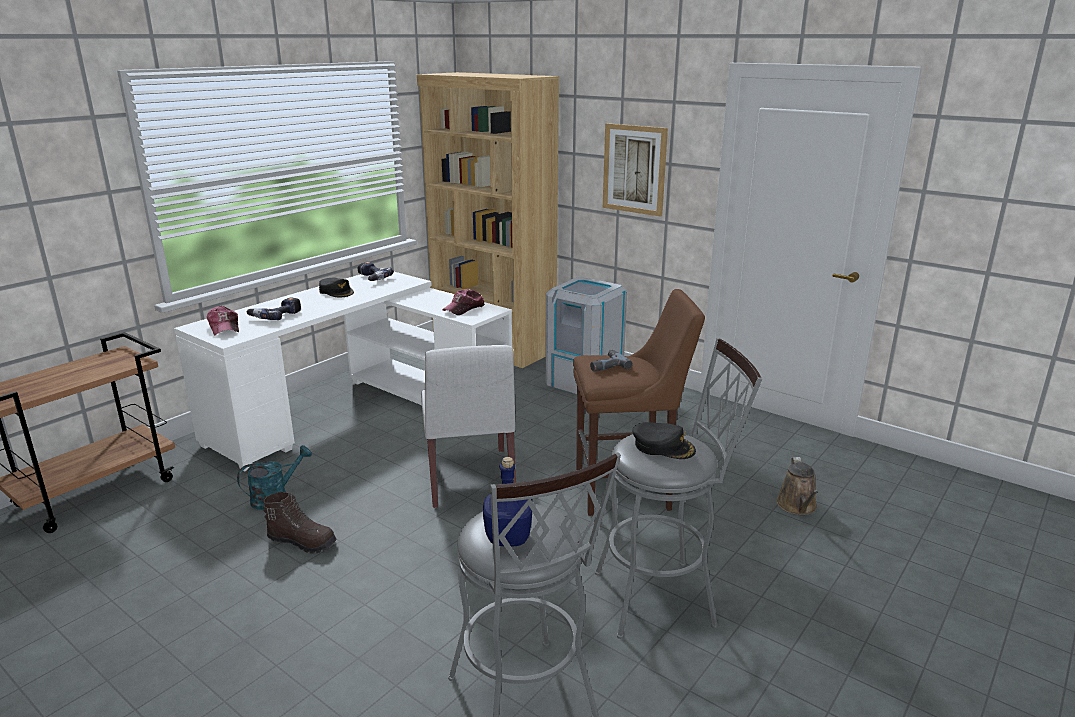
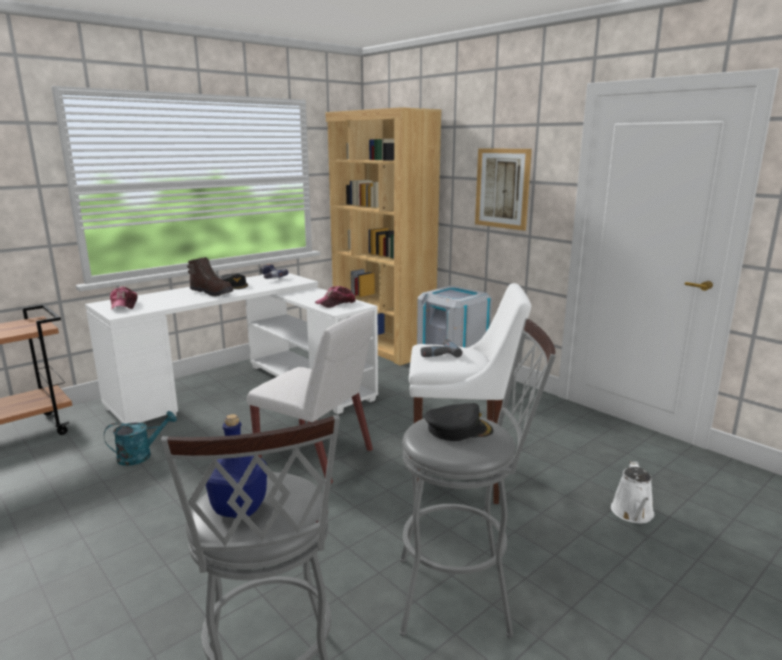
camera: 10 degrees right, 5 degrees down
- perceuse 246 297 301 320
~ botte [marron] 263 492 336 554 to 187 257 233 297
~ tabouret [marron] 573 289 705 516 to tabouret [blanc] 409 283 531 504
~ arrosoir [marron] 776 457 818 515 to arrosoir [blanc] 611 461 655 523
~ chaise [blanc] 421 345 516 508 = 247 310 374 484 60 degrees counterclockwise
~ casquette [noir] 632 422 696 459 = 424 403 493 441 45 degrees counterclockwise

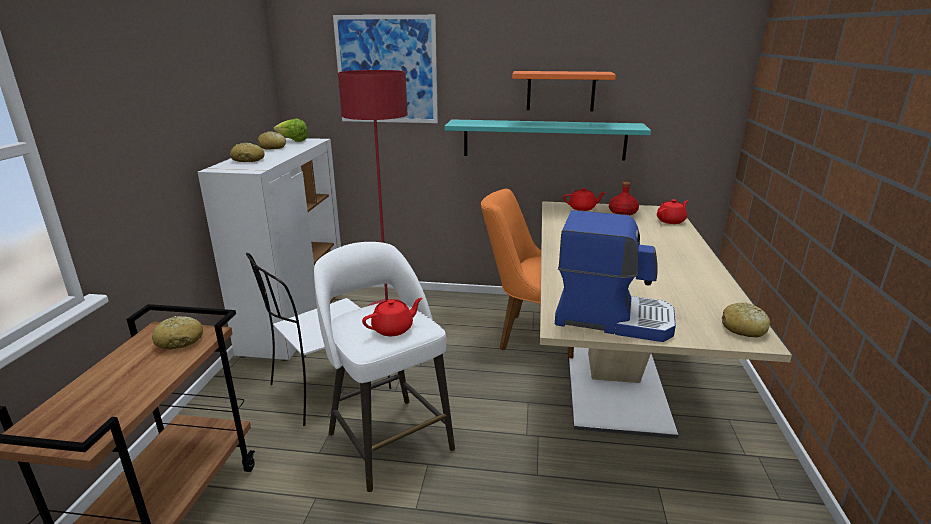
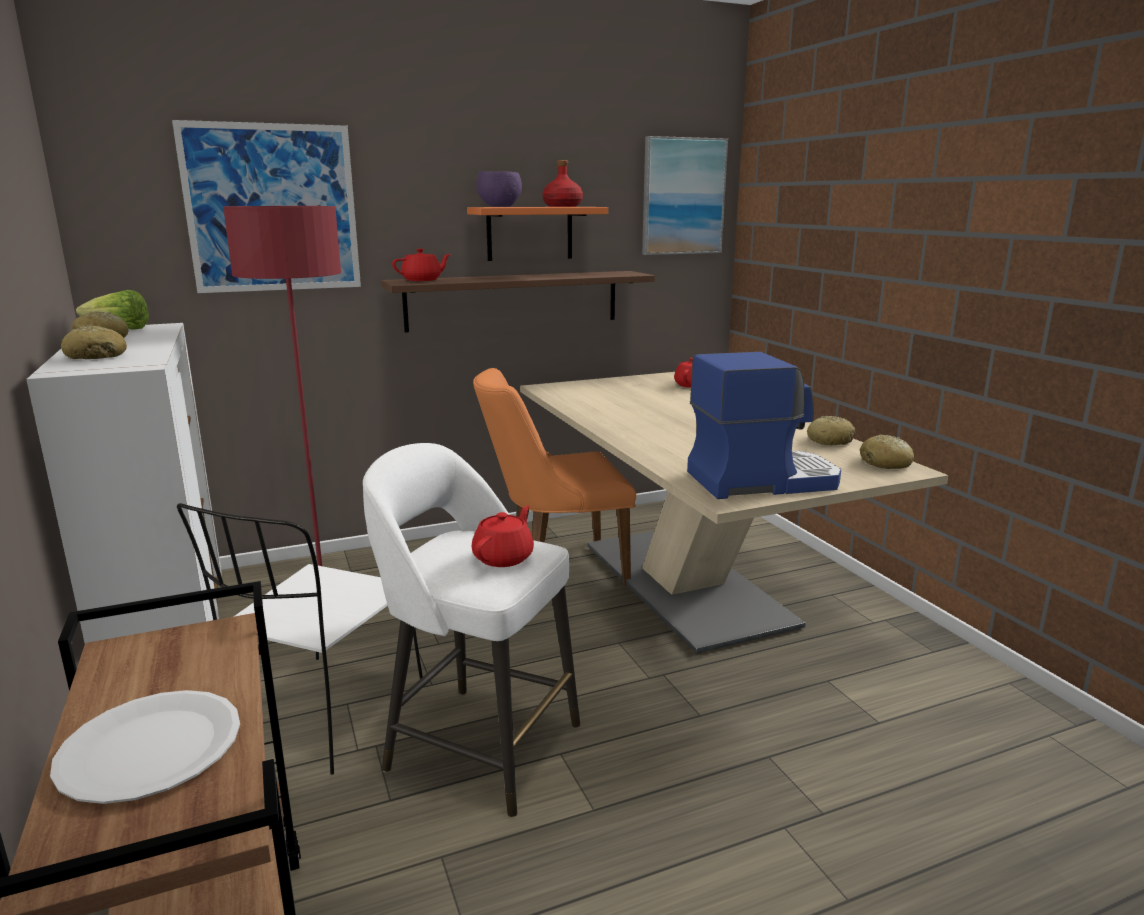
camera: 30 degrees left, 5 degrees down
+ assiette [blanc] 50 690 240 804
+ bol [violet] 476 171 522 207
+ tableau 642 136 728 255
~ pain 152 316 203 350 to 807 416 855 445
~ théière [rouge] 563 188 606 211 to 392 248 451 281
~ bouteille [rouge] 609 182 639 216 to 543 160 583 207
~ étagère [turquoise] 445 119 651 161 to étagère [marron] 381 271 655 333

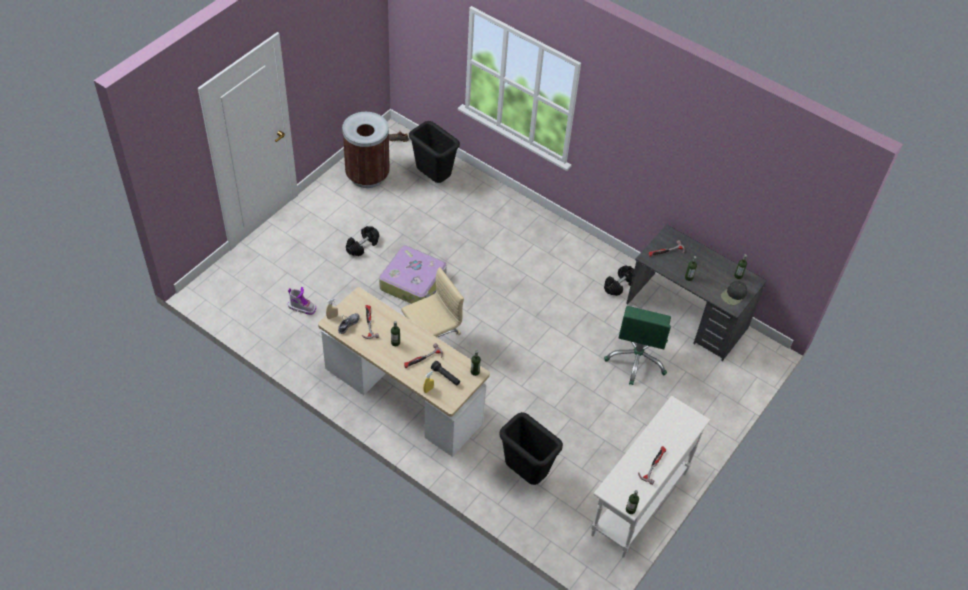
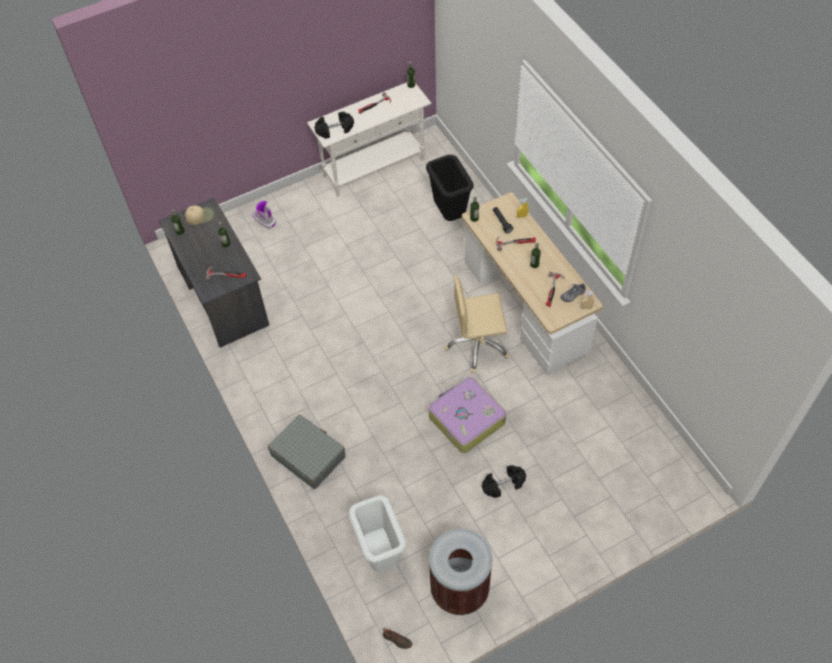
camera: 150 degrees left, 5 degrees up
- chaise de bureau [vert] 604 306 671 385
+ valise [gris] 268 415 346 489
~ botte 288 287 316 315 to 253 201 276 229
~ haltère [noir] 604 266 634 296 to 314 111 354 139
~ poubelle [noir] 409 121 460 183 to poubelle [blanc] 349 495 406 573
~ casquette [noir] 721 281 747 305 to casquette [beige] 185 206 214 225

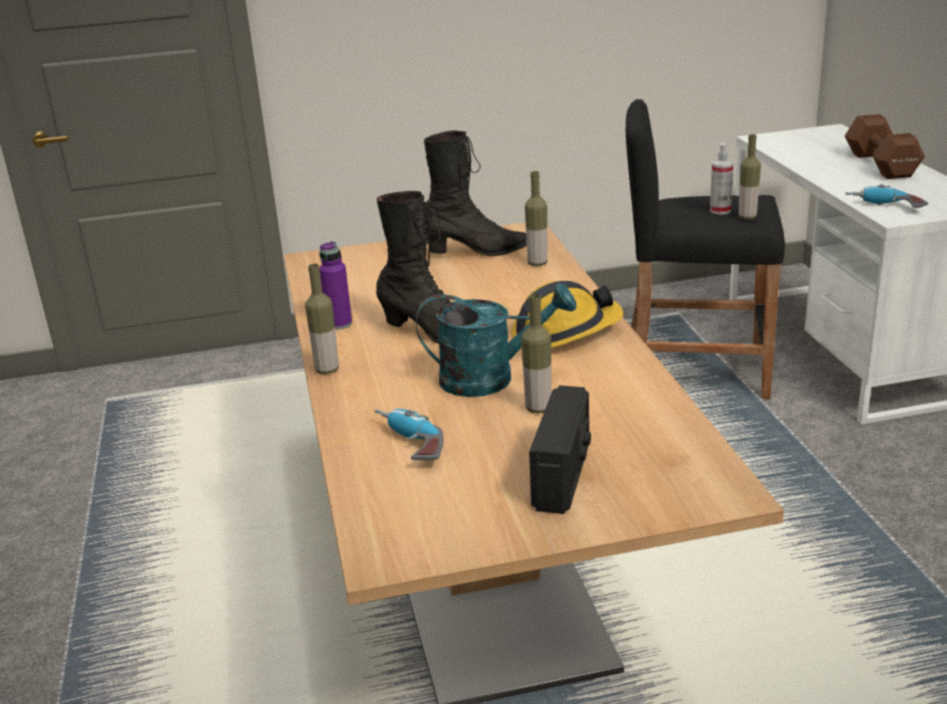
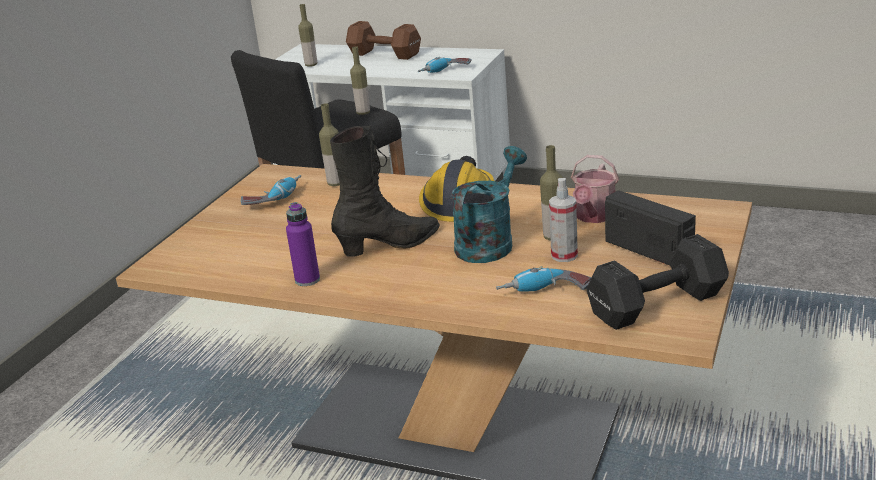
camera: 55 degrees left, 0 degrees up
+ arrosoir 571 155 619 223
+ haltère [noir] 586 234 729 330
~ bouteille 305 264 339 374 to 298 4 317 67
~ vaporisateur 710 143 734 215 to 549 178 578 262
~ botte [noir] 424 130 527 256 to perceuse 241 175 301 205

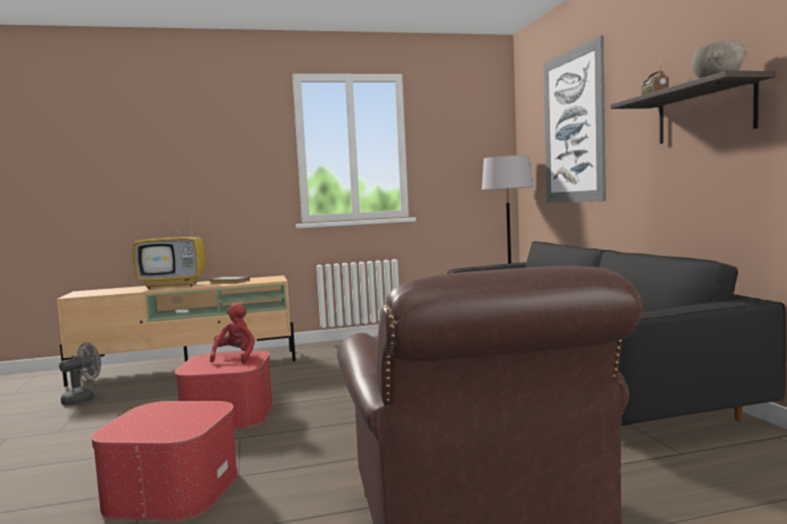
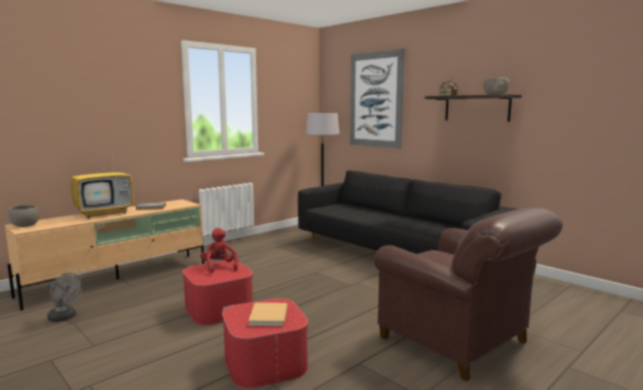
camera: 30 degrees left, 5 degrees up
+ bol [gris] 7 205 40 227
+ livre [beige] 248 303 287 326
~ ventilateur [gris] 59 342 101 405 = 47 273 83 322 105 degrees clockwise

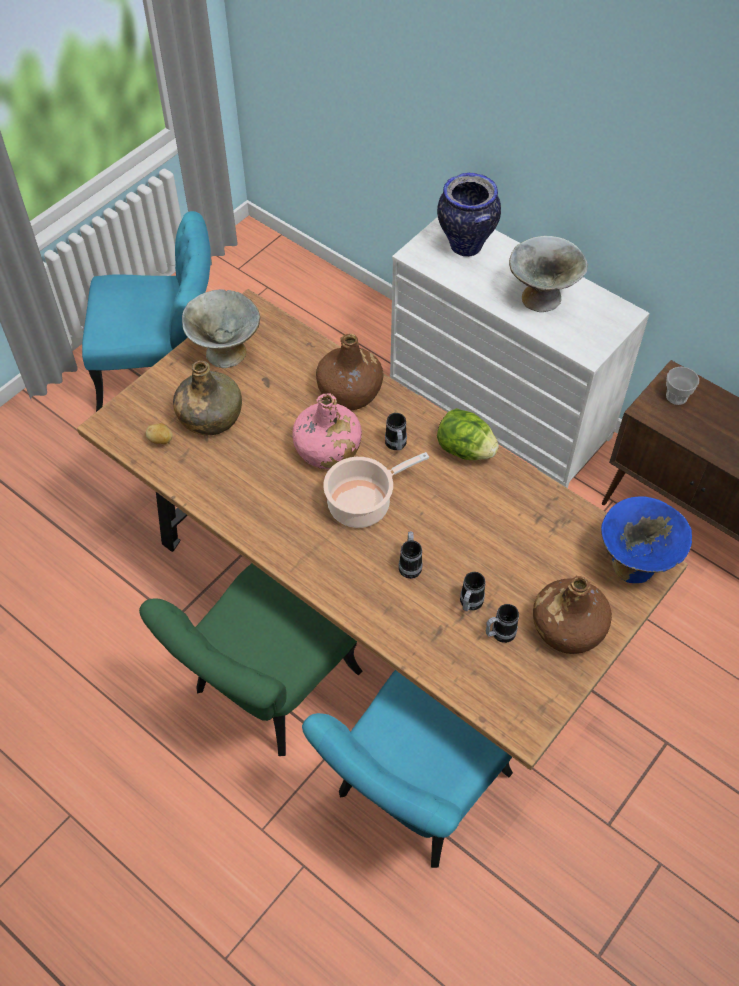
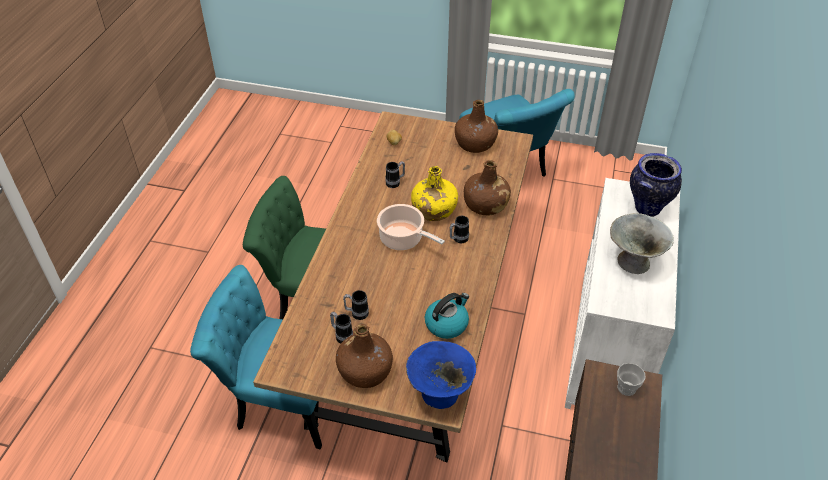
camera: 65 degrees right, 10 degrees down
- bouteille [vert] 173 361 242 435
- laitue 437 408 499 460
+ bouilloire 425 293 469 339
~ mug 399 531 423 579 to 385 161 405 188
~ bol [gris] 182 289 260 368 to bouteille [marron] 455 100 498 153
~ bouteille [rose] 292 393 362 469 to bouteille [jaune] 411 166 458 221

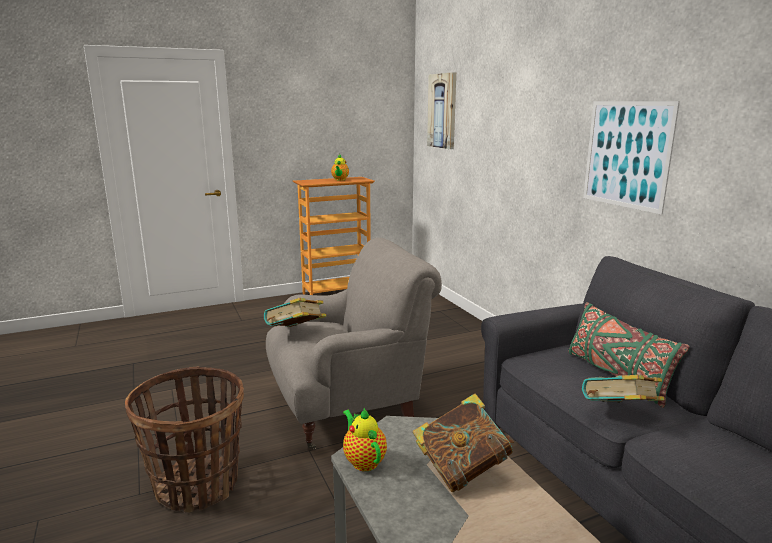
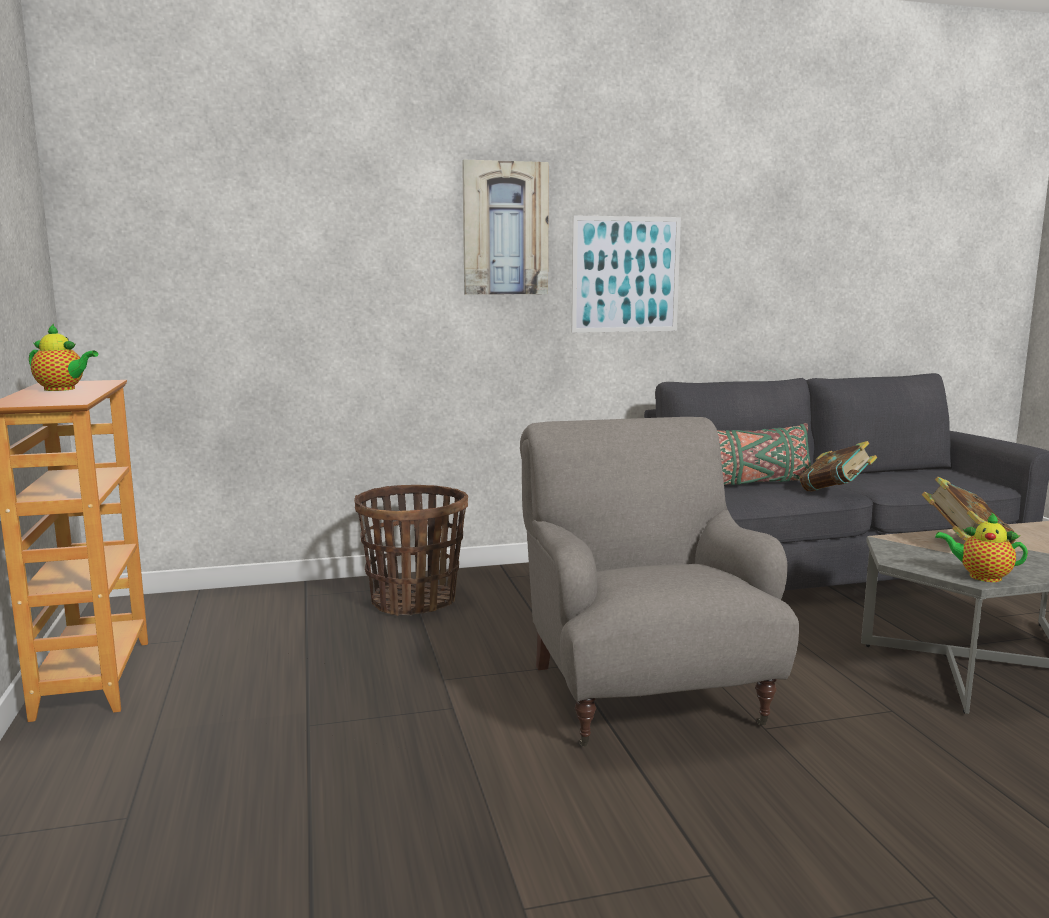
camera: 80 degrees left, 5 degrees down
- livre 264 298 326 327
~ panier 125 366 244 513 to 354 485 468 616
~ tableau 427 72 456 149 to 462 160 549 295
~ théière 343 408 387 471 = 935 512 1028 582 45 degrees clockwise

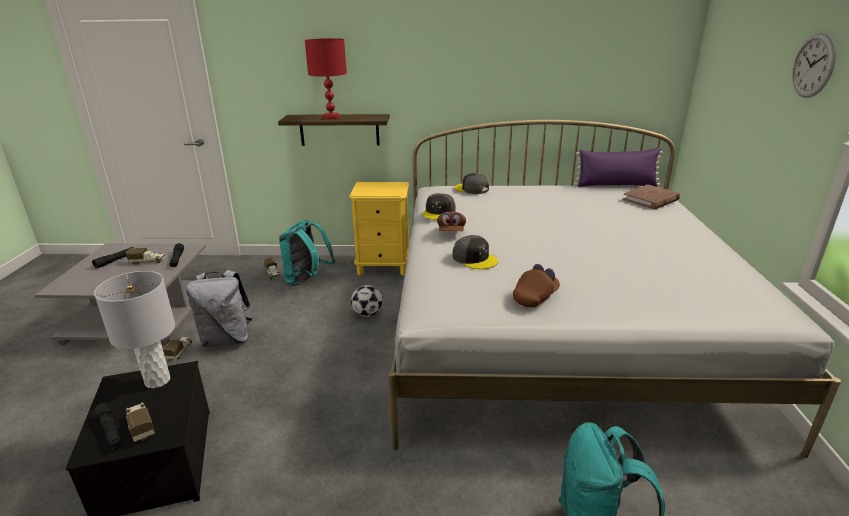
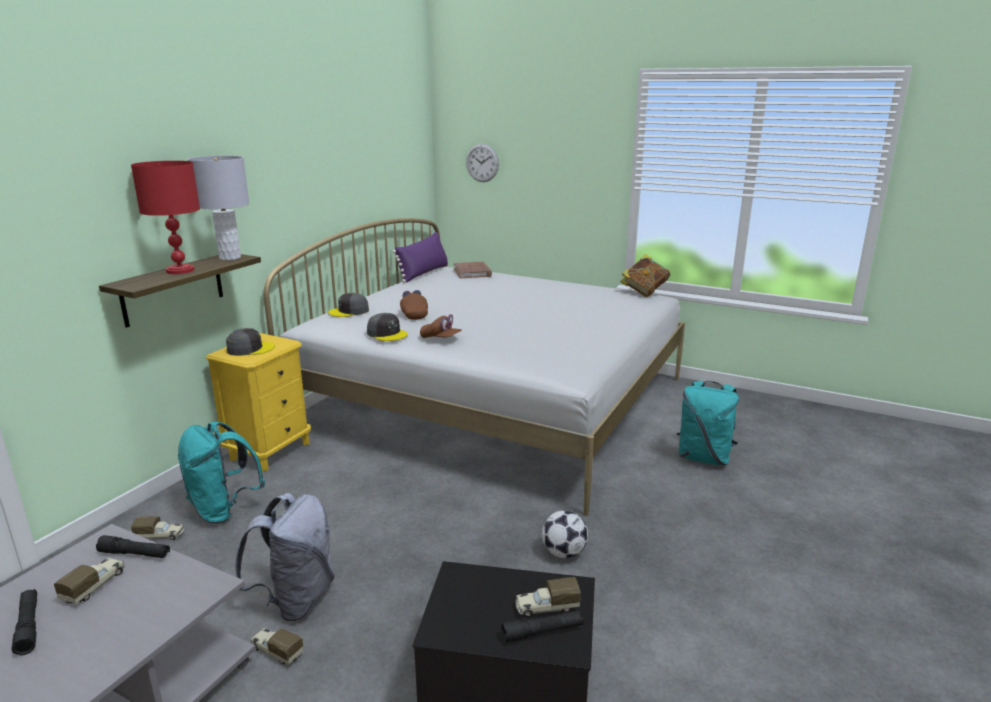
camera: 65 degrees left, 5 degrees down
+ livre 621 254 670 297
~ lampe de table [gris] 94 271 175 389 to 187 156 250 260
~ ballon de foot 351 285 383 317 to 542 510 588 558
~ casquette [gris] 452 235 498 269 to 226 328 275 356
~ casquette [marron] 513 264 560 307 to 400 290 428 320
~ horloge murale 792 33 836 98 to 466 144 499 182

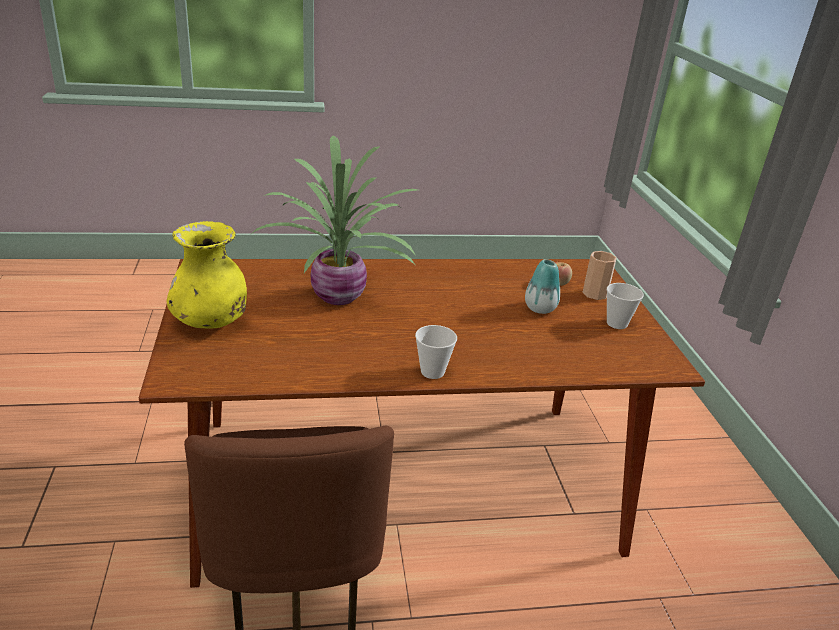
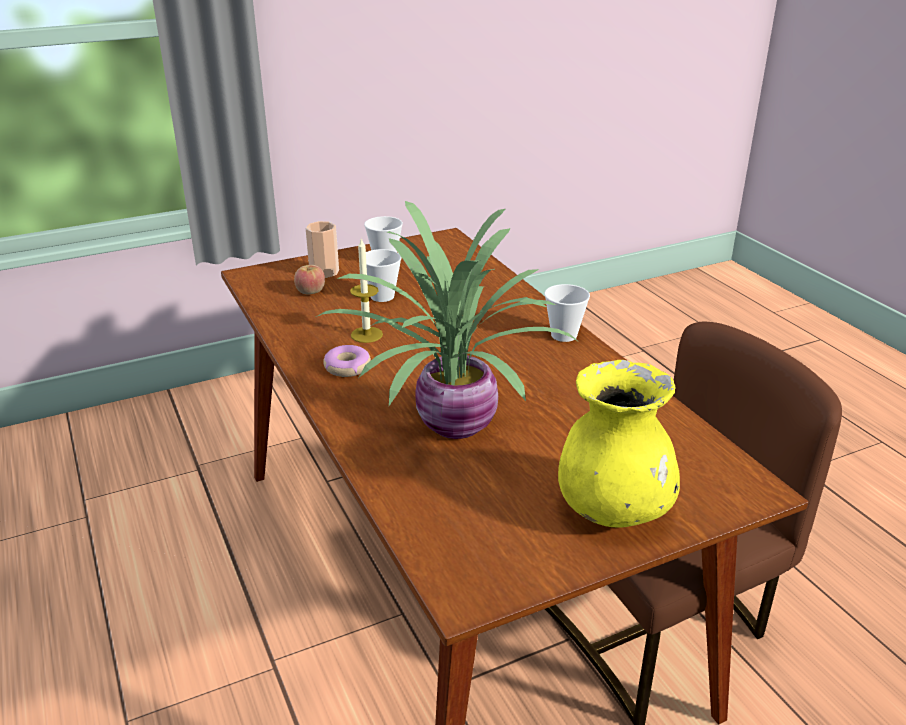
camera: 105 degrees left, 0 degrees up
+ beignet 323 345 371 377
+ bougie 350 238 383 343
~ vase 525 259 560 314 to tasse 366 249 402 302

